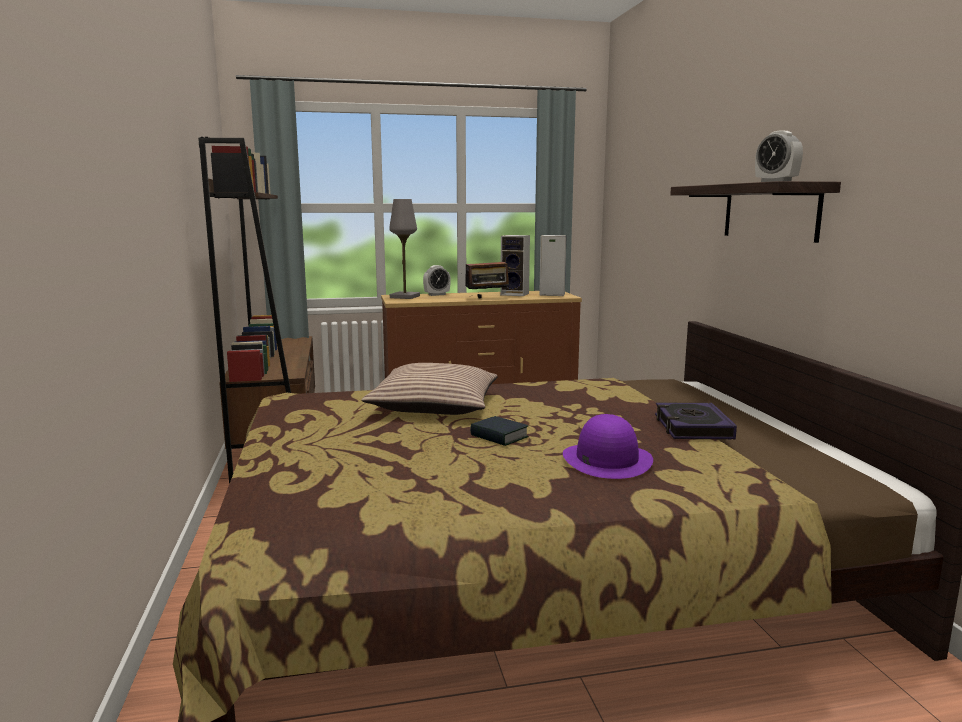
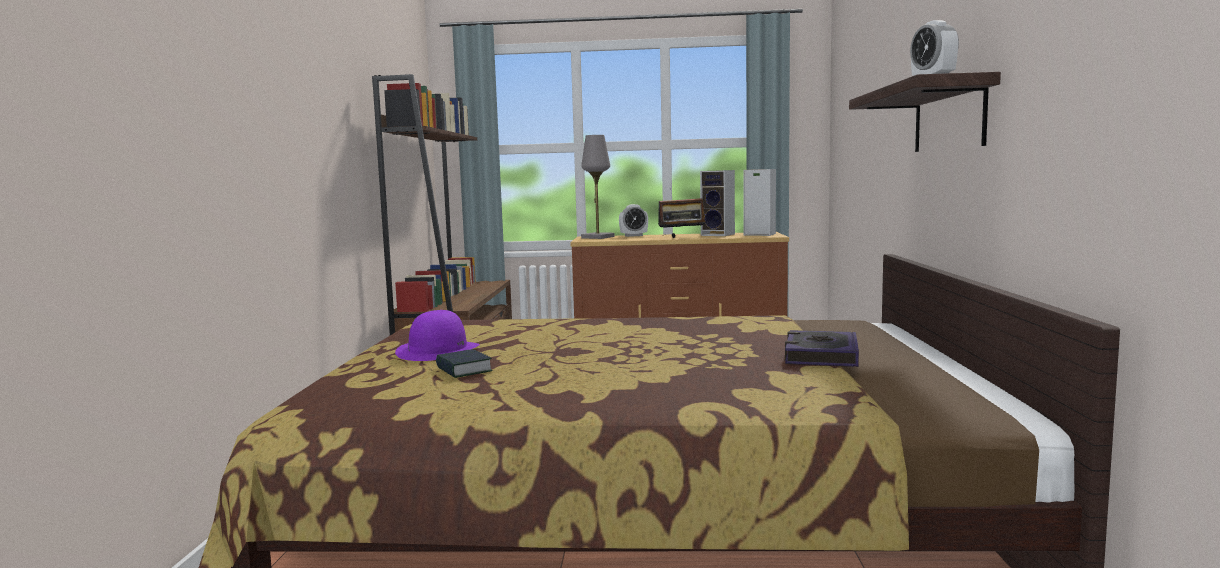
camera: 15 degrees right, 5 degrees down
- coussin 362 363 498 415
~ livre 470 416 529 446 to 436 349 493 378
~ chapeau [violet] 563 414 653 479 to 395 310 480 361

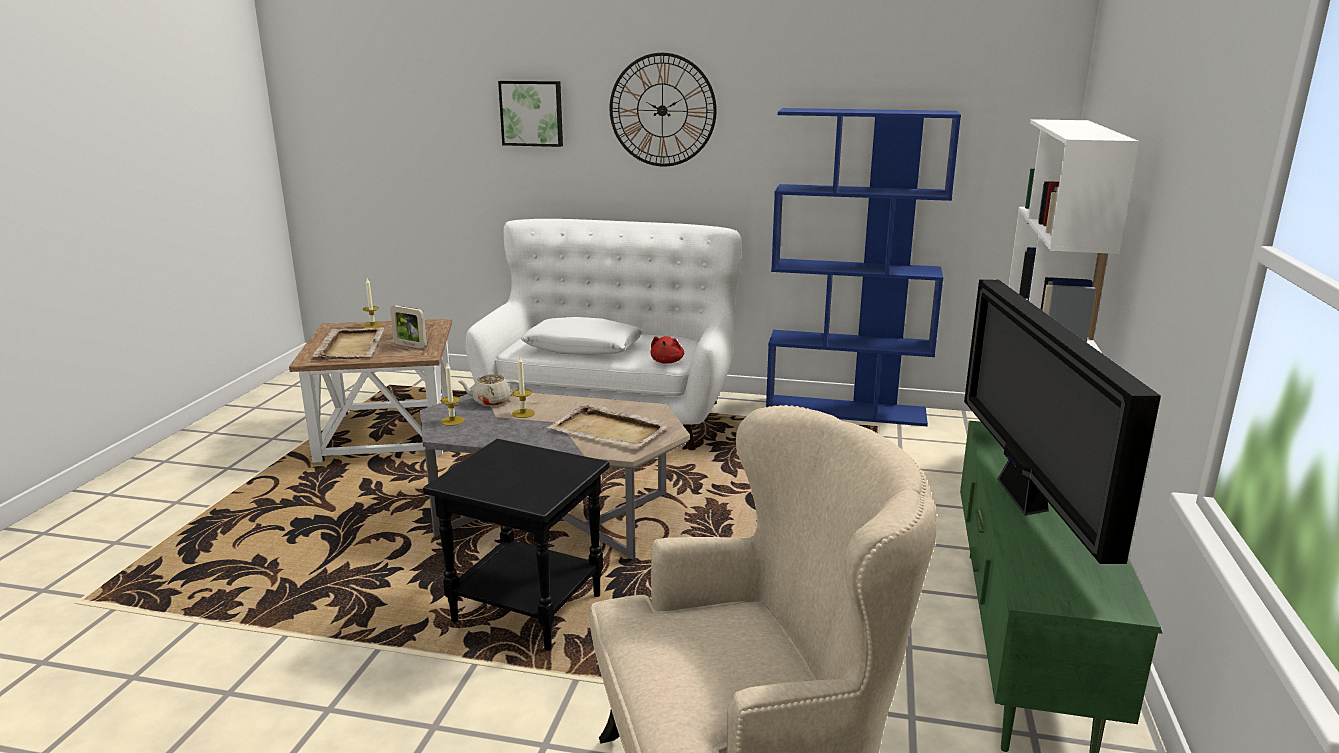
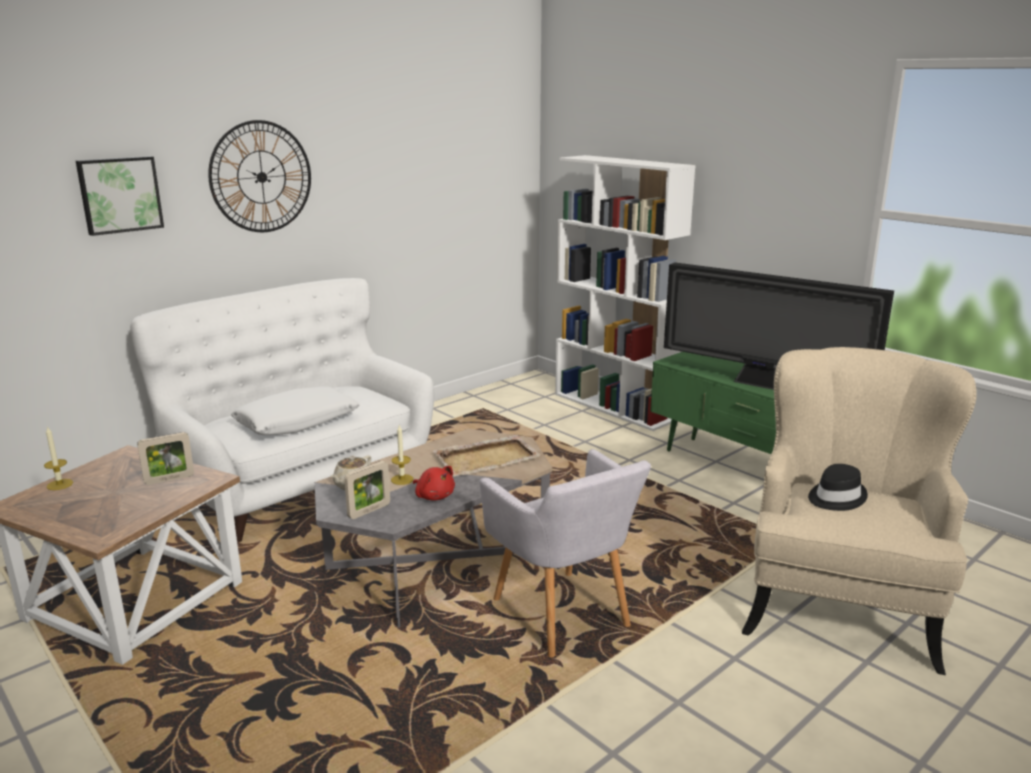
camera: 55 degrees left, 0 degrees up
- plateau [beige] 313 327 384 360
- bibliothèque [bleu] 766 108 961 426
+ chapeau [noir] 808 464 868 511
~ peluche [rouge] 651 336 684 364 to 413 466 455 501
~ table d'appoint [noir] 423 439 610 651 to fauteuil [gris] 480 449 651 657
~ bougie 440 363 464 426 to cadre photo 344 461 390 519

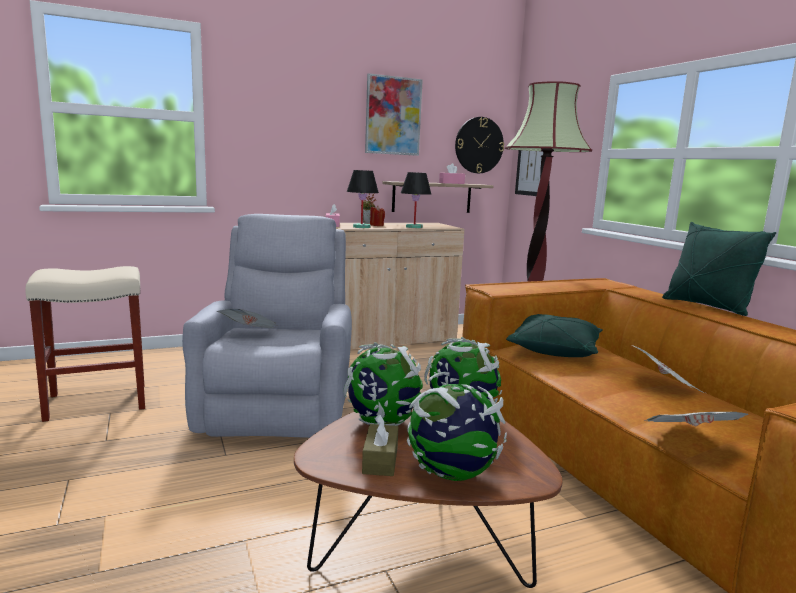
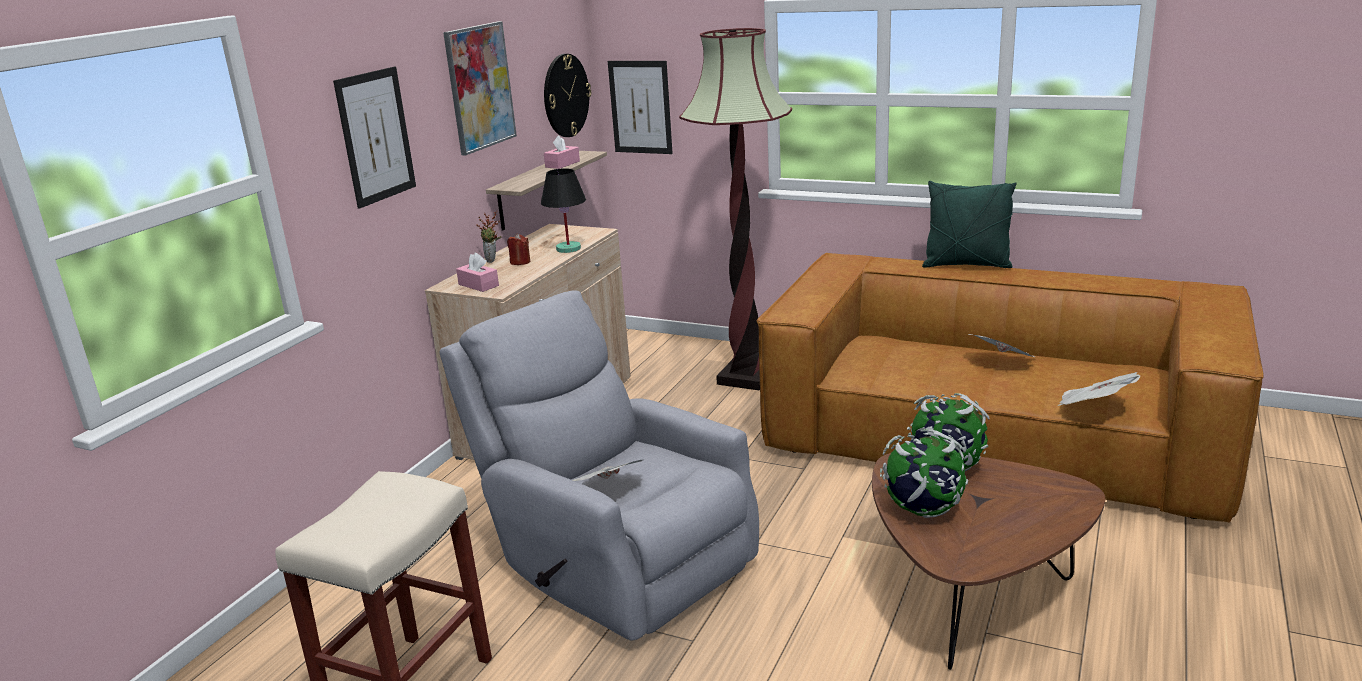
camera: 40 degrees left, 10 degrees up
- lampe de table [noir] 347 170 379 228
- boîte à mouchoirs [marron] 362 414 398 476
- globe 407 372 507 481
- coussin [vert] 506 314 603 357
+ tableau 333 67 416 209

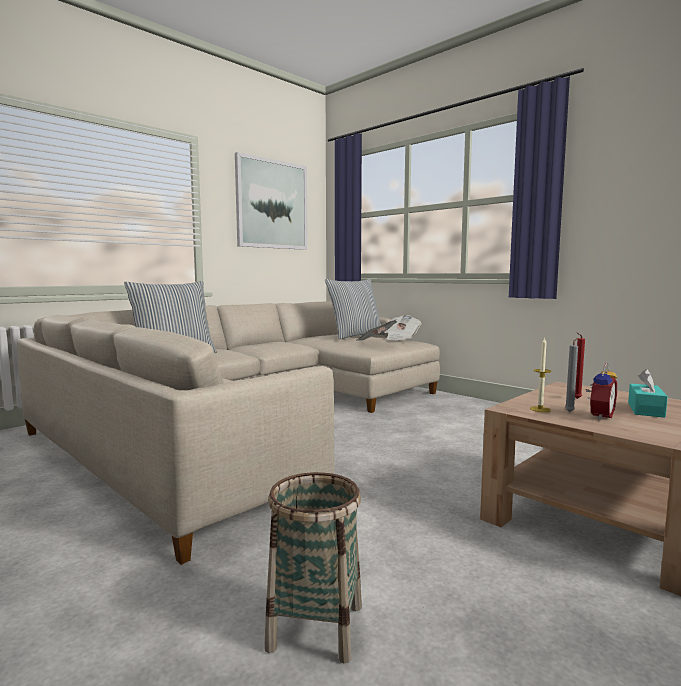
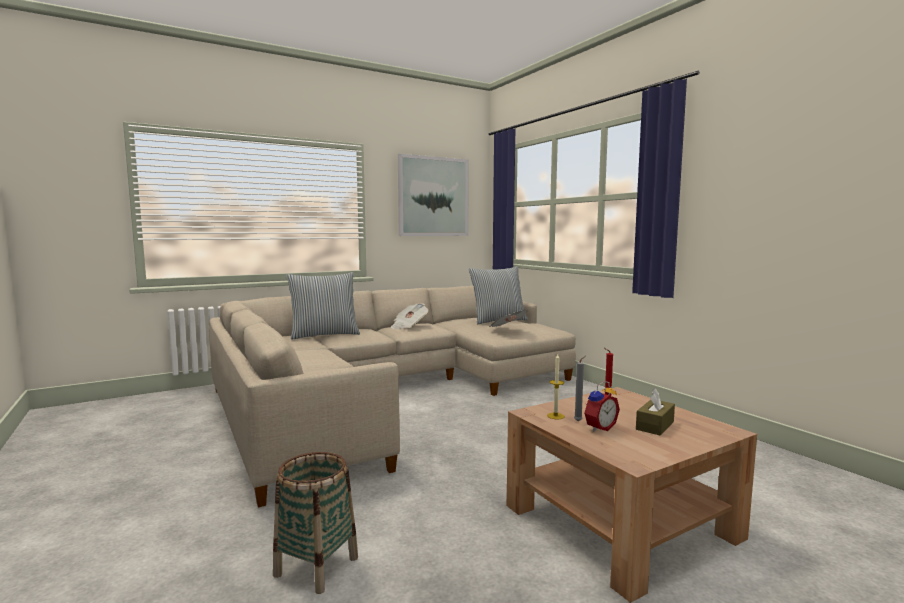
camera: 15 degrees right, 0 degrees up
~ journal 384 315 422 341 to 391 303 429 329
~ boîte à mouchoirs [turquoise] 628 369 668 418 to boîte à mouchoirs [marron] 636 388 675 436

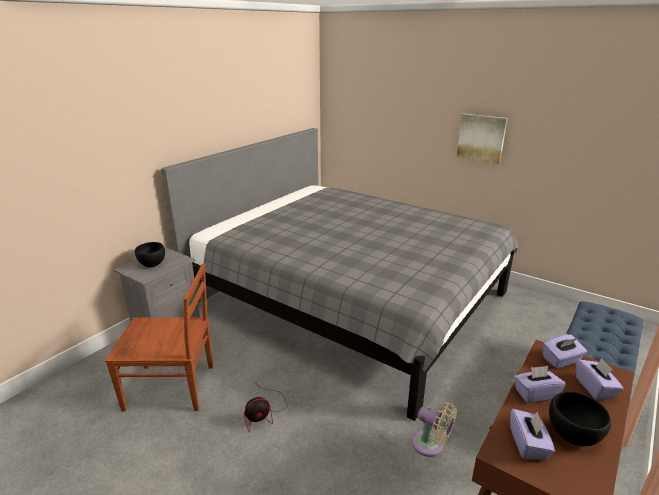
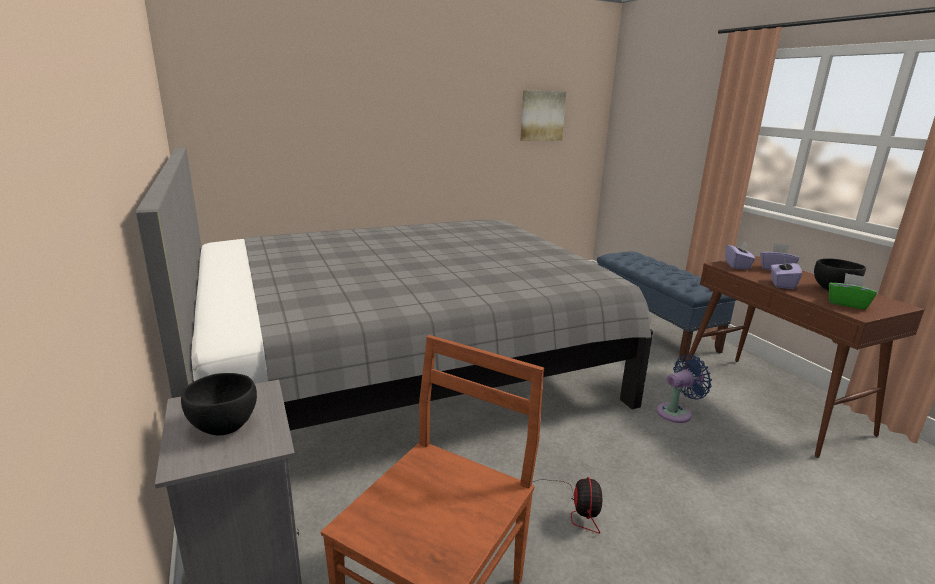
camera: 60 degrees left, 5 degrees down
~ tableau 457 114 508 164 to 520 90 566 141
~ ventilateur [beige] 412 402 457 457 to ventilateur [bleu] 657 355 712 423
~ boîte à mouchoirs [violet] 510 409 555 460 to boîte à mouchoirs [vert] 829 273 877 310

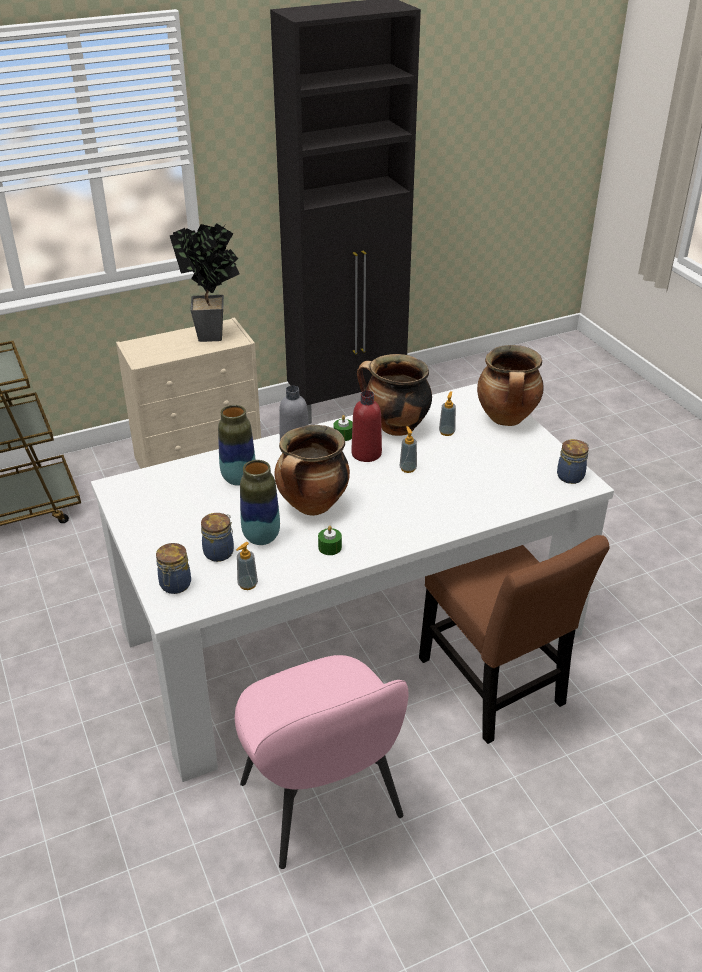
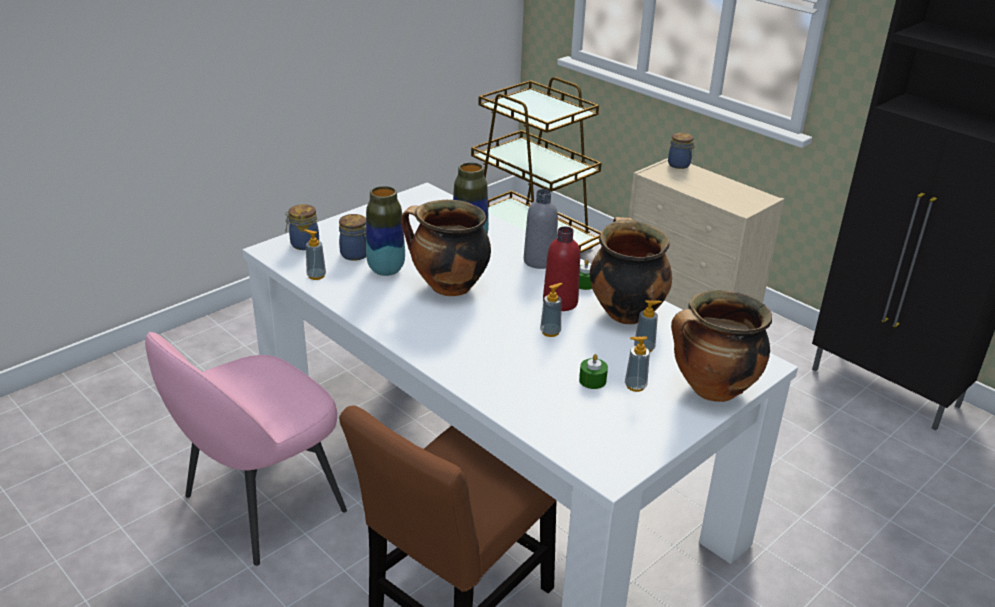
camera: 70 degrees right, 5 degrees down
- plante en pot 169 223 240 342
+ distributeur de savon 625 336 650 392
~ bougie [vert] 318 526 342 555 to 579 354 608 389
~ bocal 557 439 589 484 to 668 133 695 169

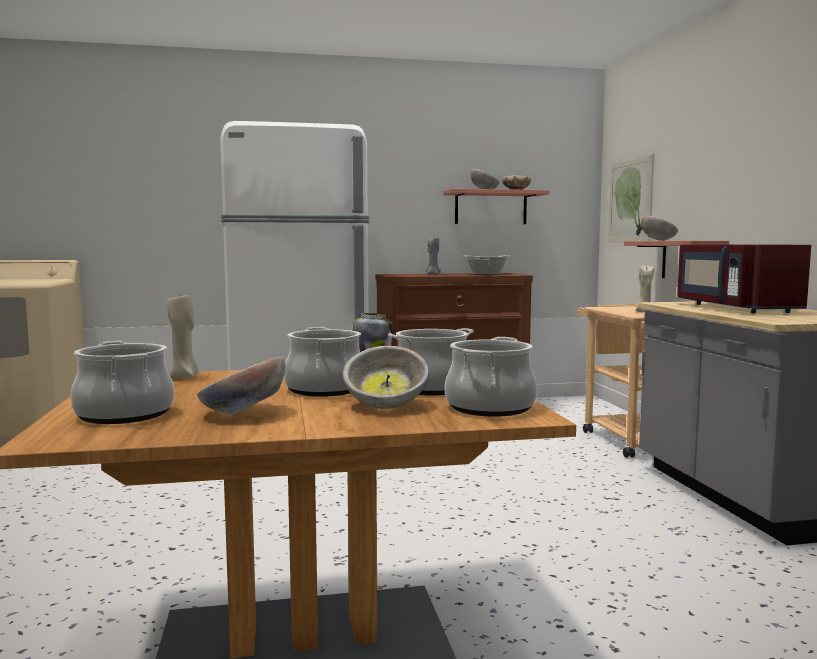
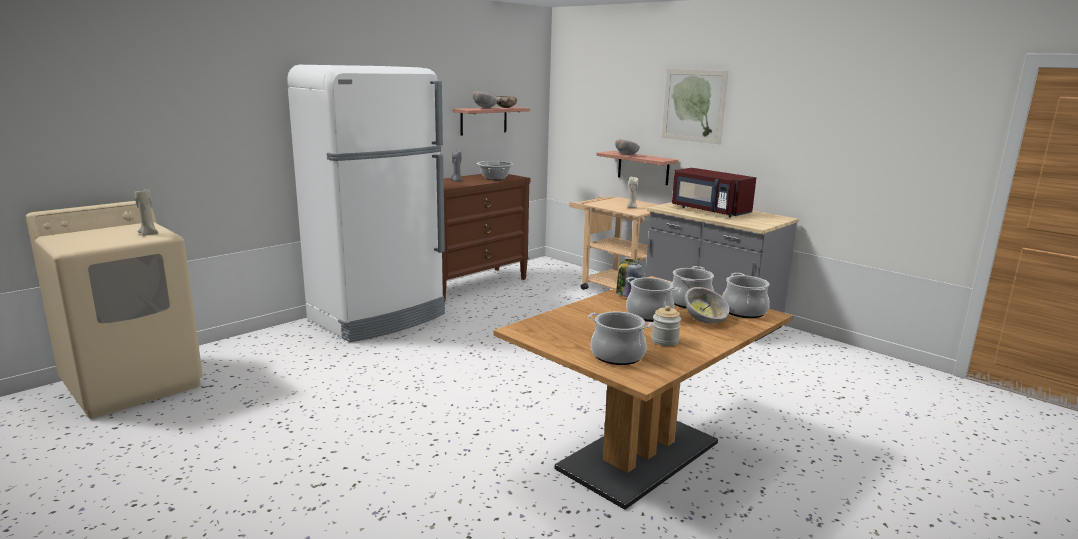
camera: 35 degrees left, 10 degrees up
~ bougie [beige] 167 295 199 380 to 135 189 159 236
~ tableau 608 154 654 243 to 662 69 729 144
~ bol 197 357 285 414 to bocal 651 306 681 346

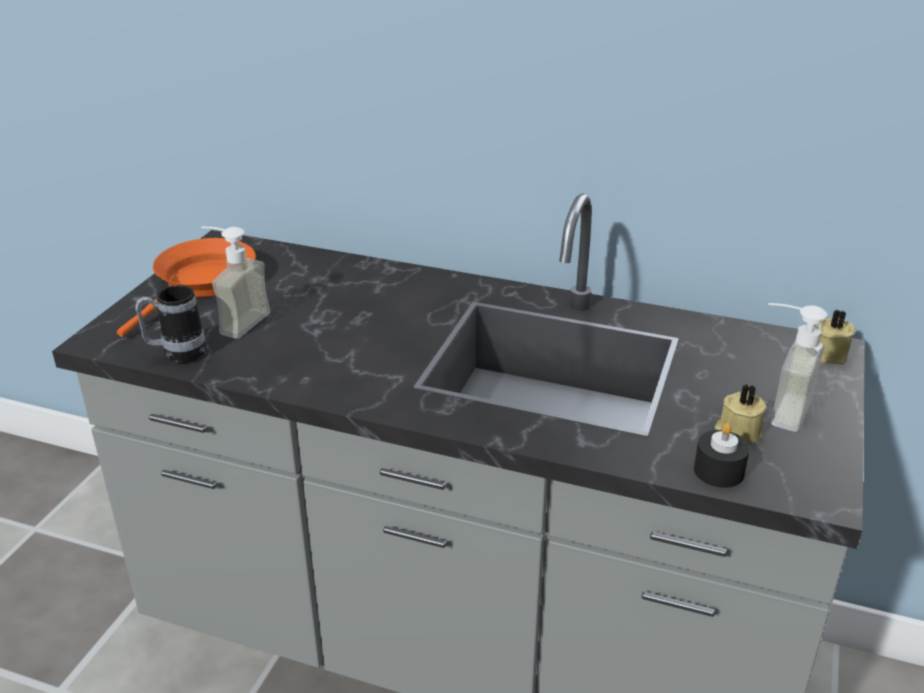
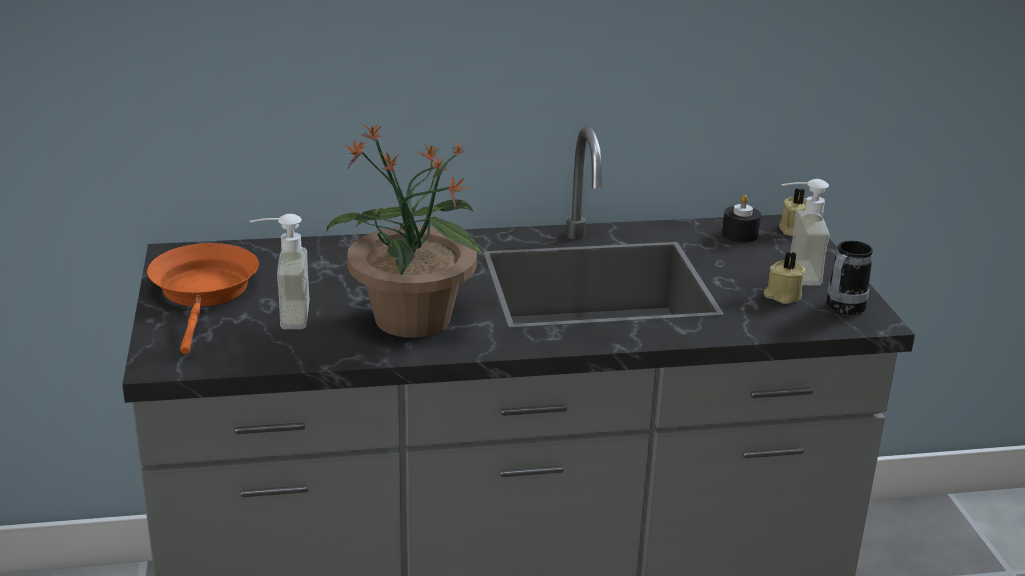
camera: 30 degrees left, 5 degrees down
+ plante en pot 326 123 483 338
~ mug 135 285 206 363 to 826 240 873 315
~ bougie [noir] 694 423 750 488 to 722 195 761 243

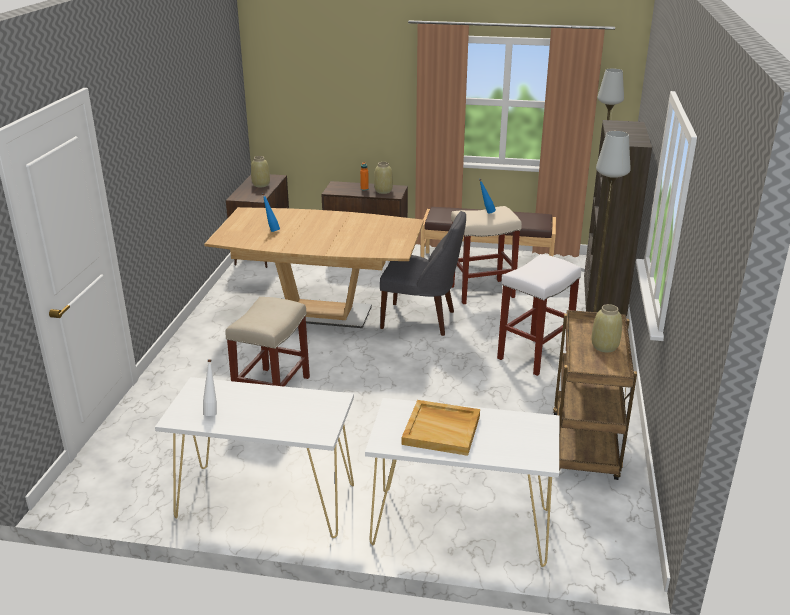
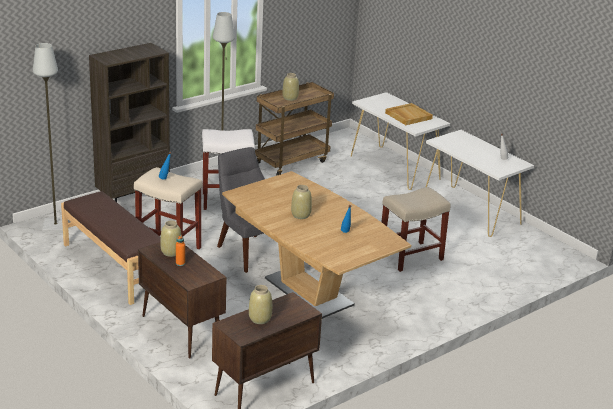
camera: 140 degrees left, 0 degrees up
+ vase [beige] 291 185 312 219

